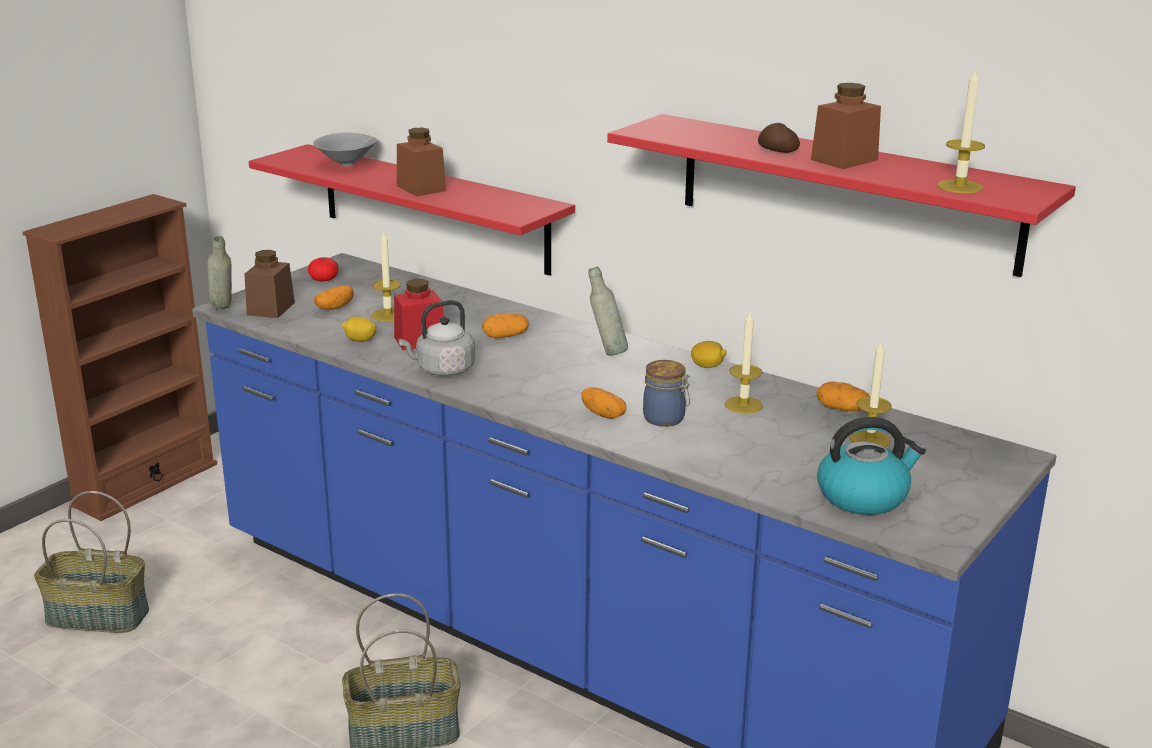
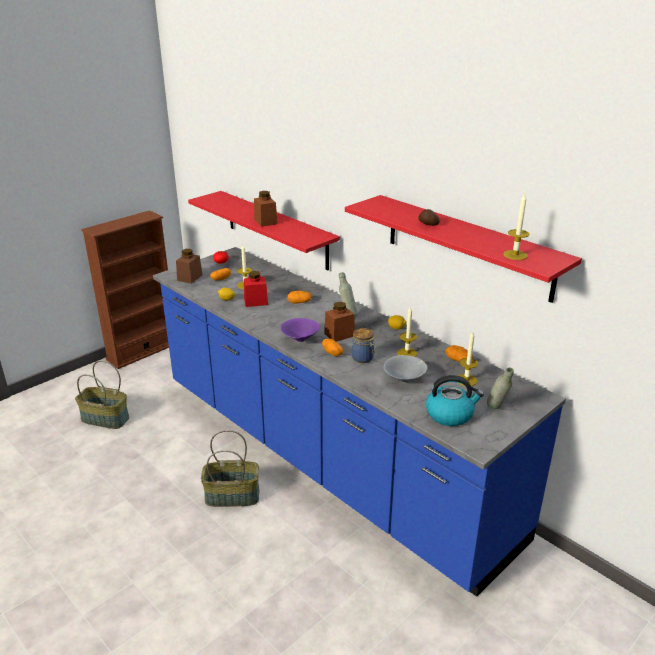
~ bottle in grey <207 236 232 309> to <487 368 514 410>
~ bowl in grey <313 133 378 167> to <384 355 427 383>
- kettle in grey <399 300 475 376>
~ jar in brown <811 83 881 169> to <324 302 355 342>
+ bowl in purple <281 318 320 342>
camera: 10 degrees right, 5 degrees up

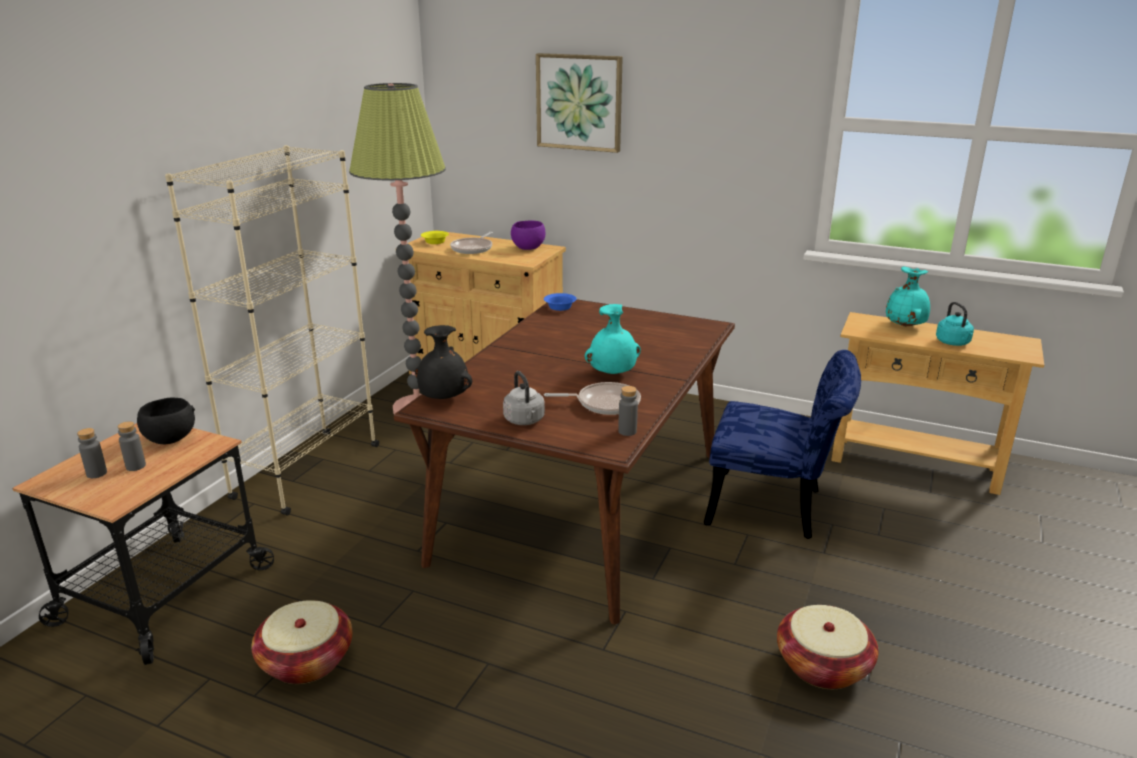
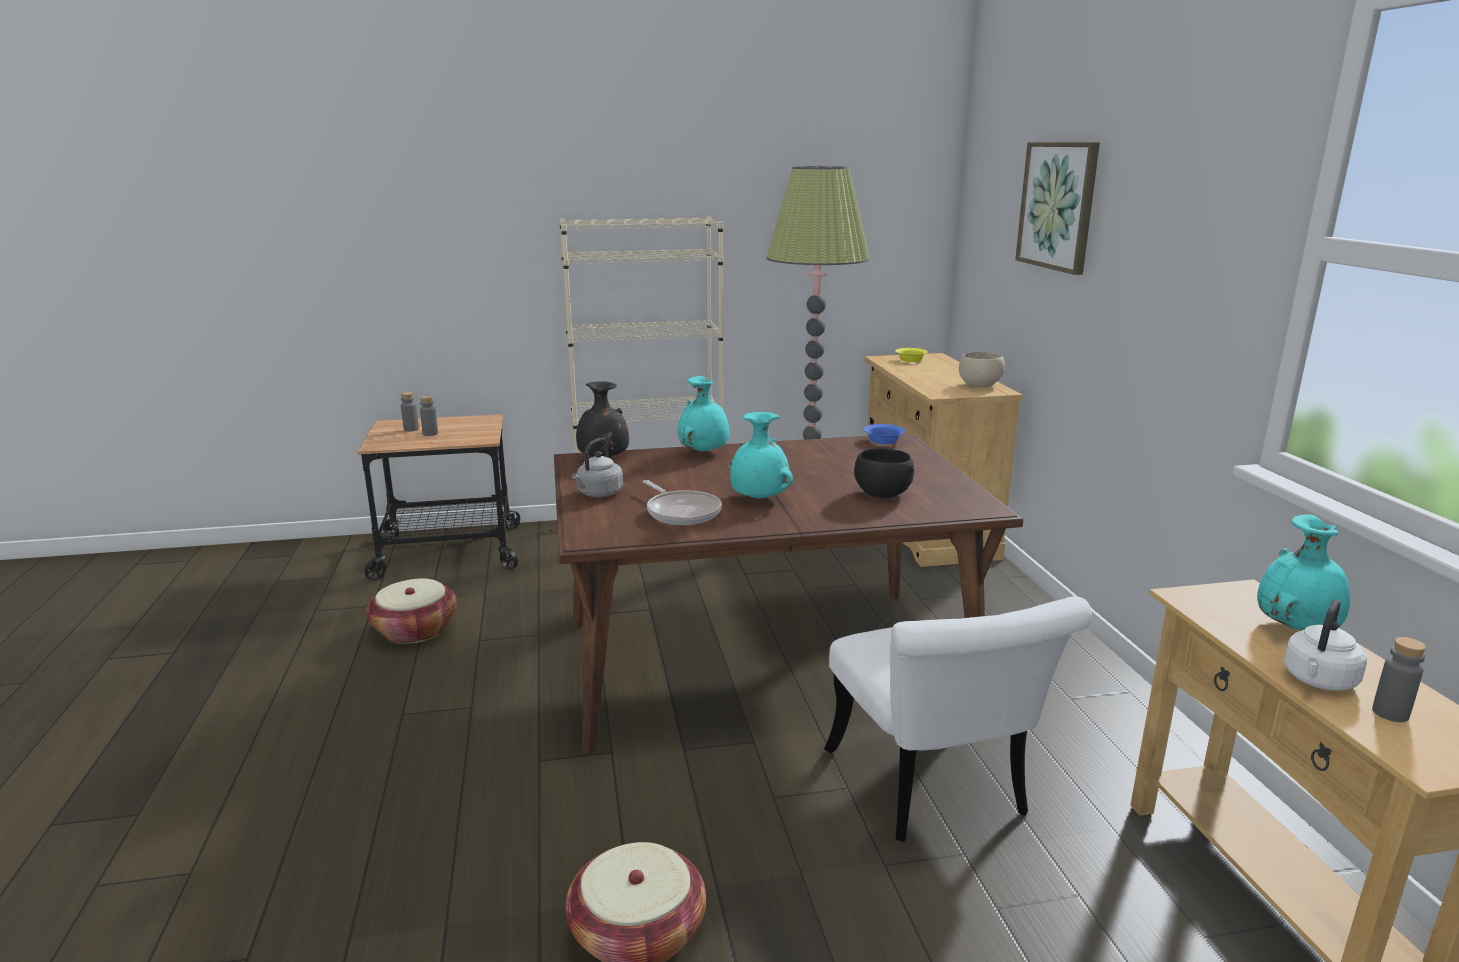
~ bowl in black <137 398 195 444> to <854 449 914 498>
- frying pan <450 232 493 254>
~ bowl in purple <511 220 545 250> to bowl in beige <959 351 1005 387>
~ bottle in grey <618 386 638 436> to <1372 637 1426 722>
~ chair in blue <704 350 861 539> to chair in white <824 596 1092 842>
~ kettle in turquoise <936 302 974 346> to kettle in white <1284 600 1367 691>
+ vase in turquoise <678 376 729 452>
camera: 55 degrees right, 5 degrees down

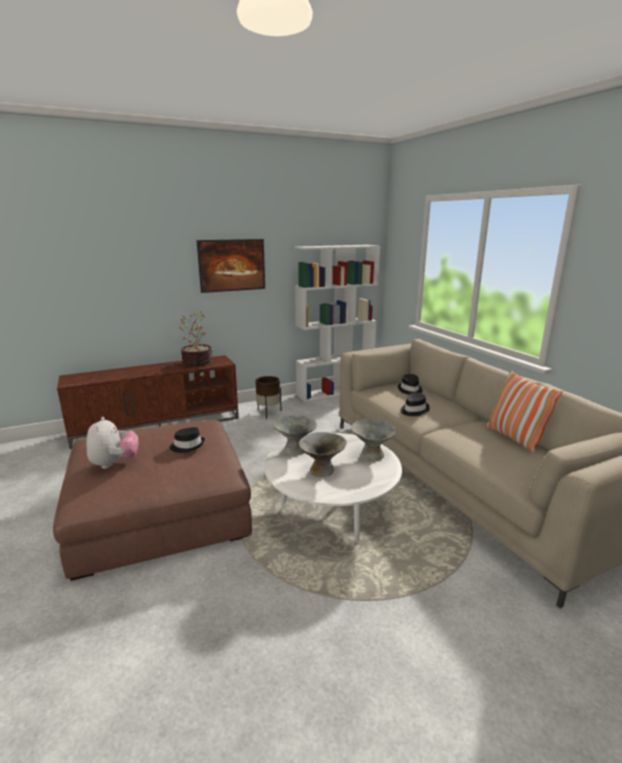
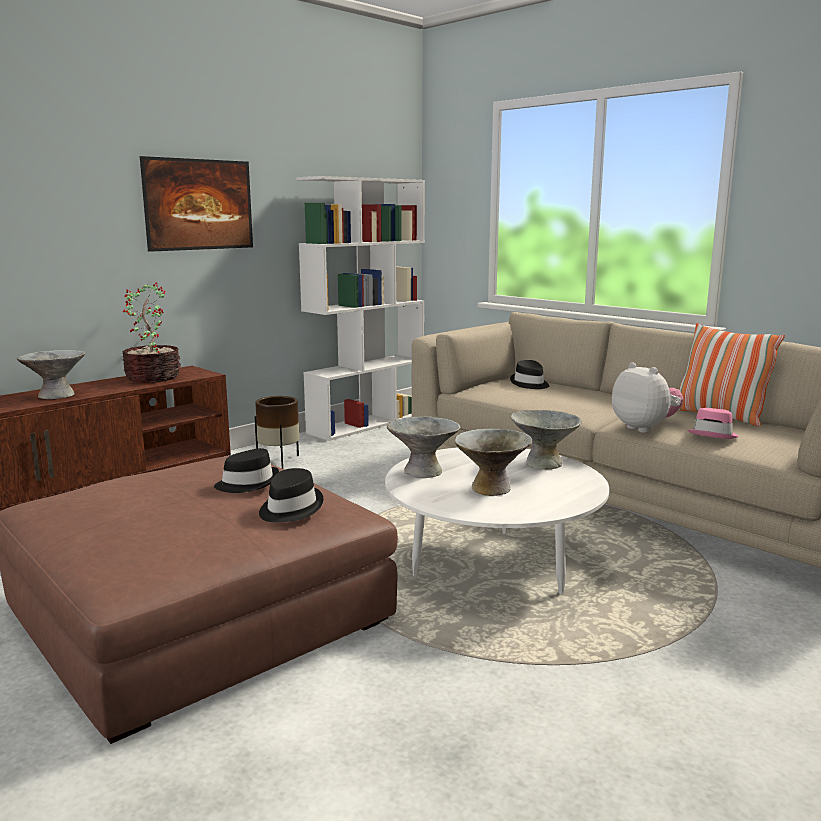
~ plush toy <86 417 138 469> to <612 362 683 433>
~ hat in black <400 393 430 416> to <259 468 323 523>
+ bowl in grey <17 350 85 399>
+ hat in pink <687 408 739 439>
camera: 20 degrees left, 5 degrees down

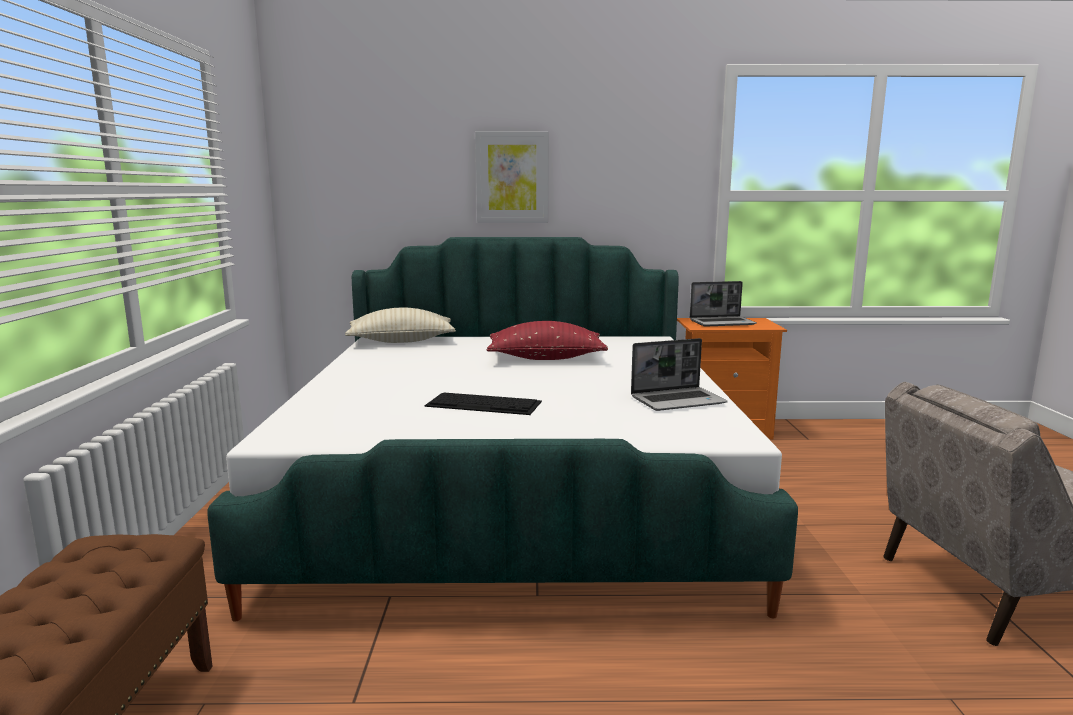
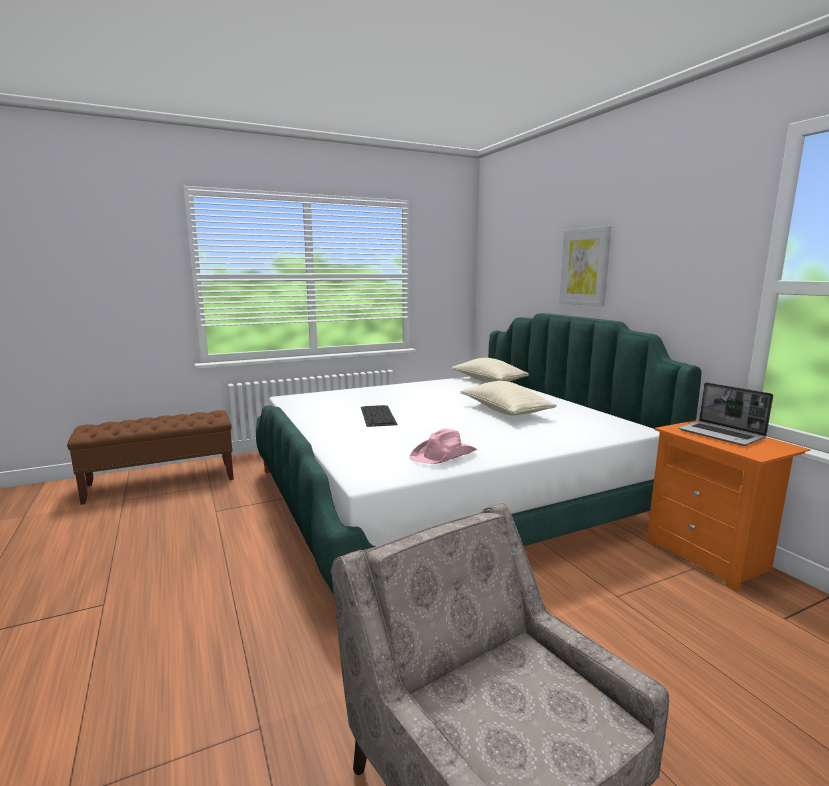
~ pillow in red <487 321 608 360> to pillow in beige <460 381 557 415>
~ laptop <631 338 728 411> to hat in pink <409 429 477 464>
camera: 65 degrees right, 0 degrees up

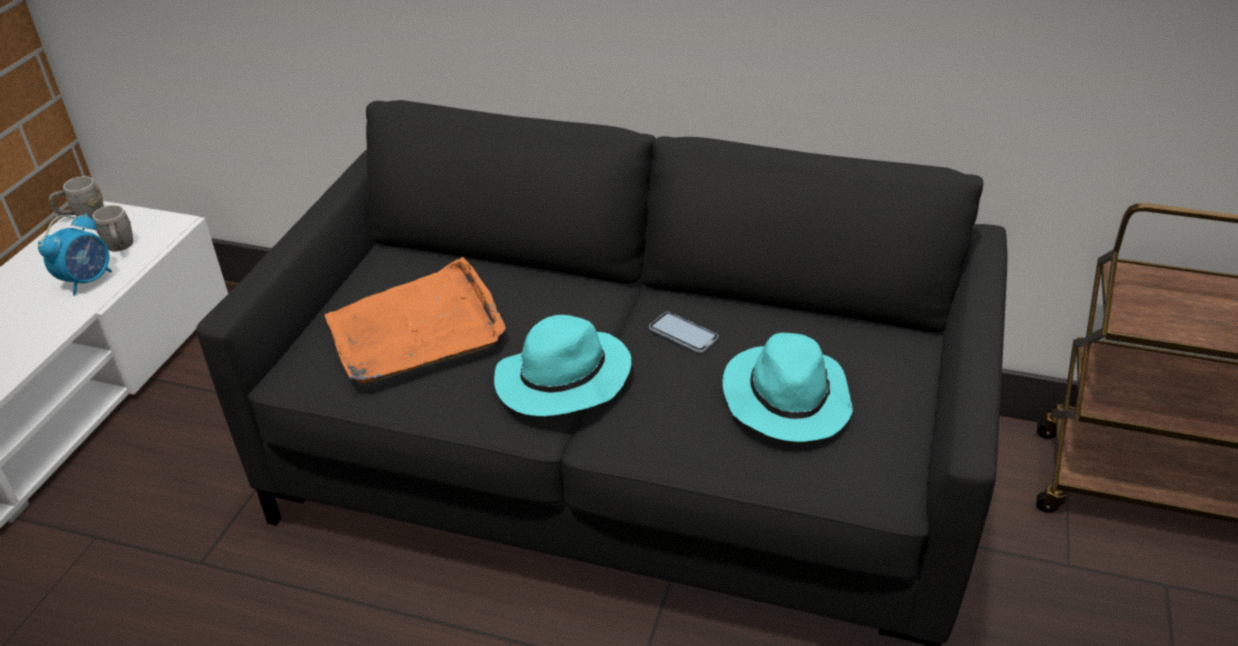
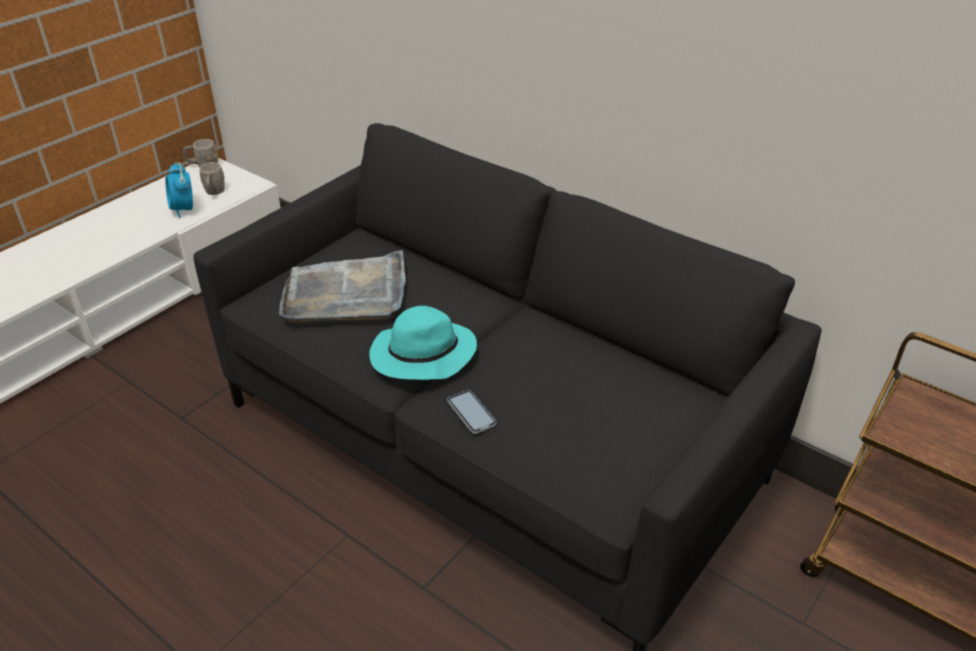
~ alarm clock <38 214 112 296> = <165 162 193 218> 105 degrees clockwise
~ tray in orange <325 257 506 385> to tray in grey <279 250 406 323>
~ phone <649 312 718 353> to <447 390 497 434>
- hat in turquoise <723 333 853 442>
camera: 20 degrees right, 0 degrees up

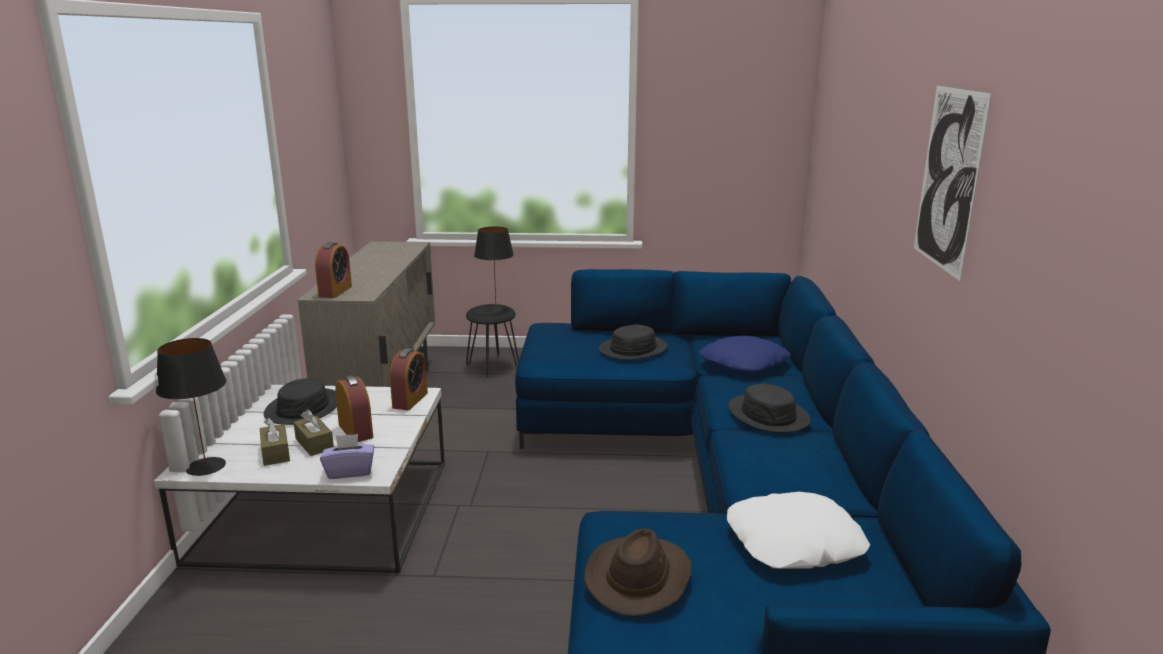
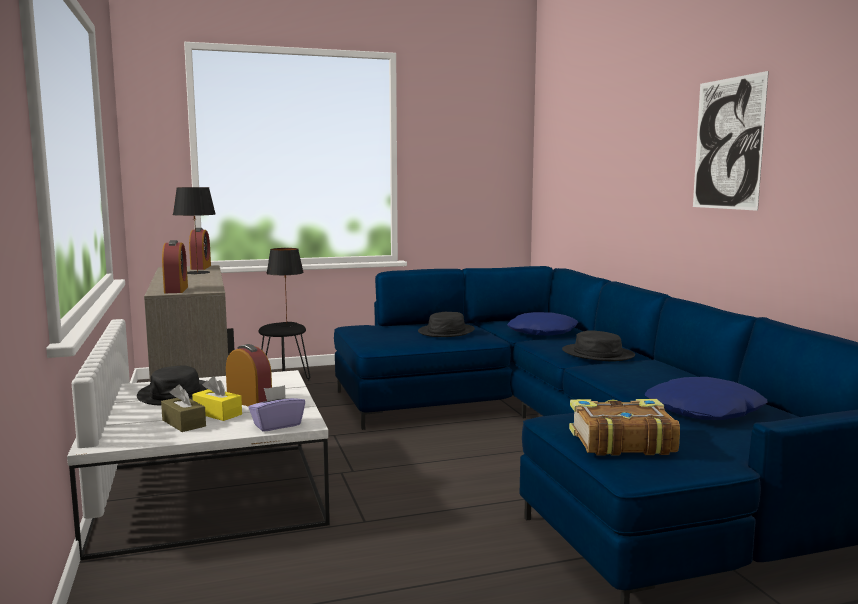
~ table lamp in black <156 338 226 476> to <173 187 215 274>
~ tissue box in brown <293 410 334 456> to tissue box in yellow <192 376 242 421>
~ alarm clock <390 348 428 410> to <189 228 211 270>
~ hat in brown <584 529 692 617> to book <569 399 680 456>
~ pillow in white <727 492 870 568> to pillow in blue <645 377 768 420>
camera: 20 degrees left, 10 degrees down

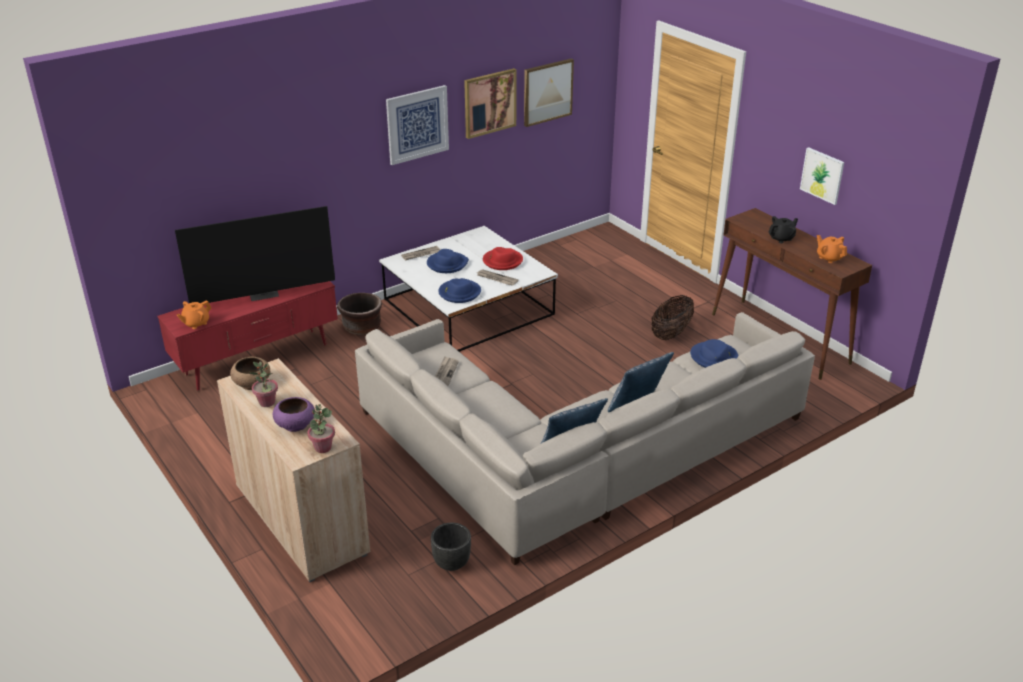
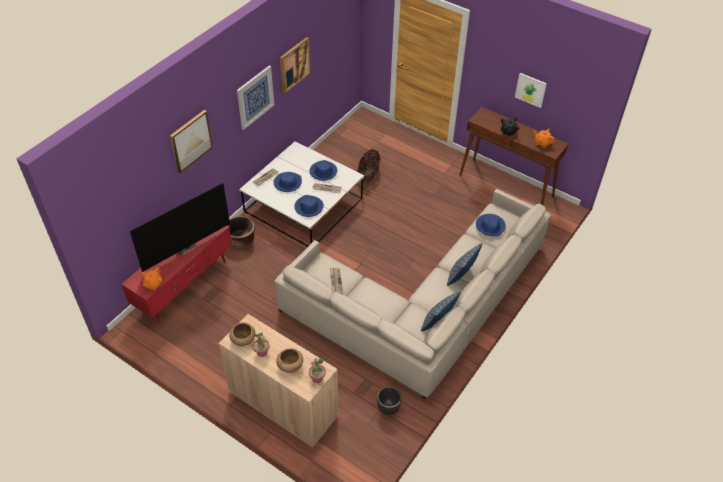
~ bowl in purple <273 397 315 432> to bowl in brown <276 348 303 373>
~ hat in red <483 247 523 270> to hat in blue <310 160 337 181>
~ picture <524 59 574 127> to <170 110 213 173>
~ basket <651 295 694 340> to <357 149 381 183>
camera: 20 degrees left, 15 degrees up

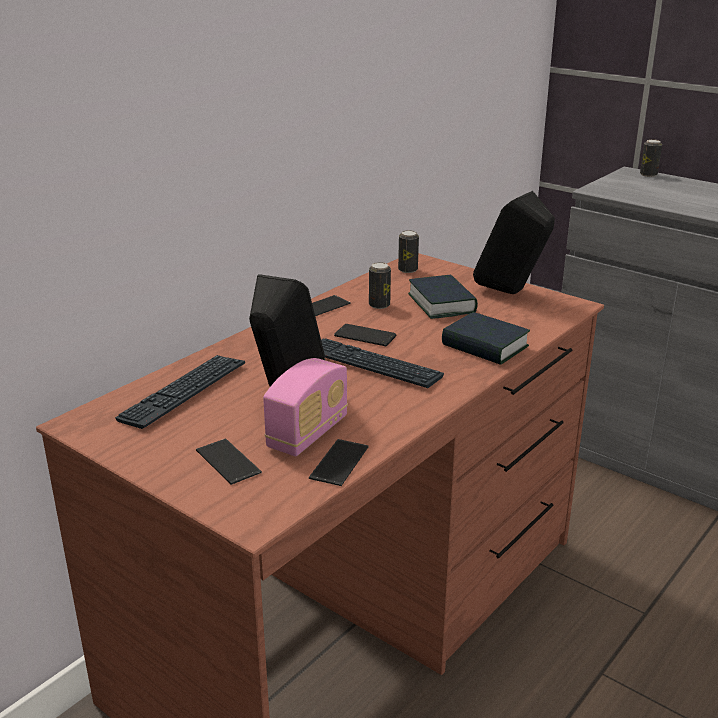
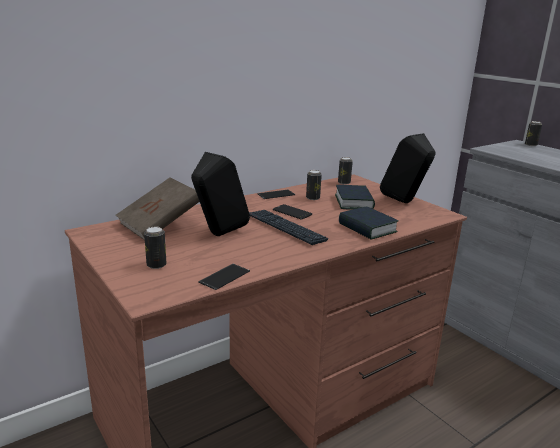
~ keyboard <115 355 245 429> to book in brown <116 177 199 240>
~ phone <196 438 262 485> to can <144 227 166 269>
- radio <263 358 348 456>
camera: 15 degrees right, 5 degrees down

